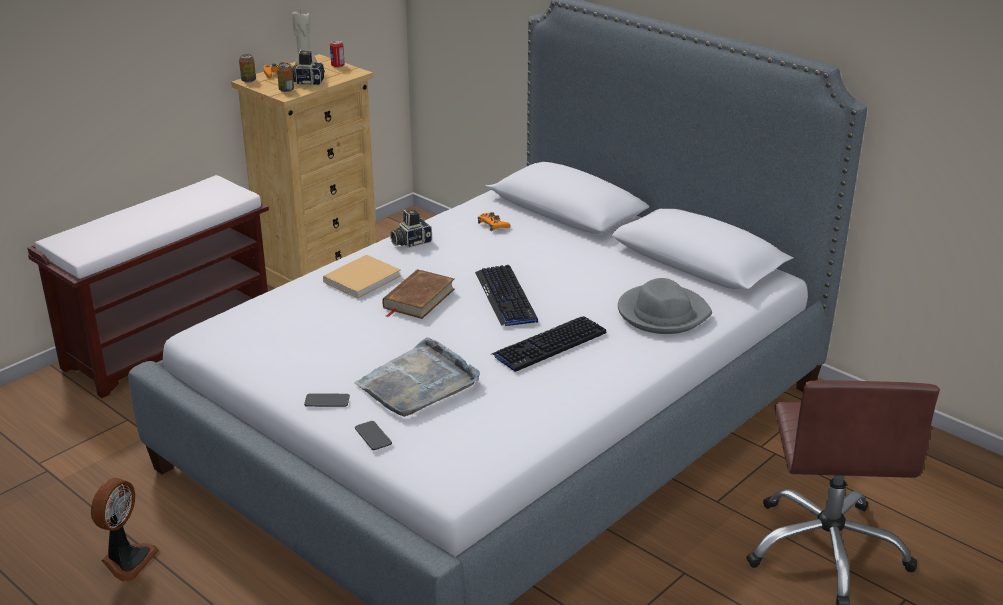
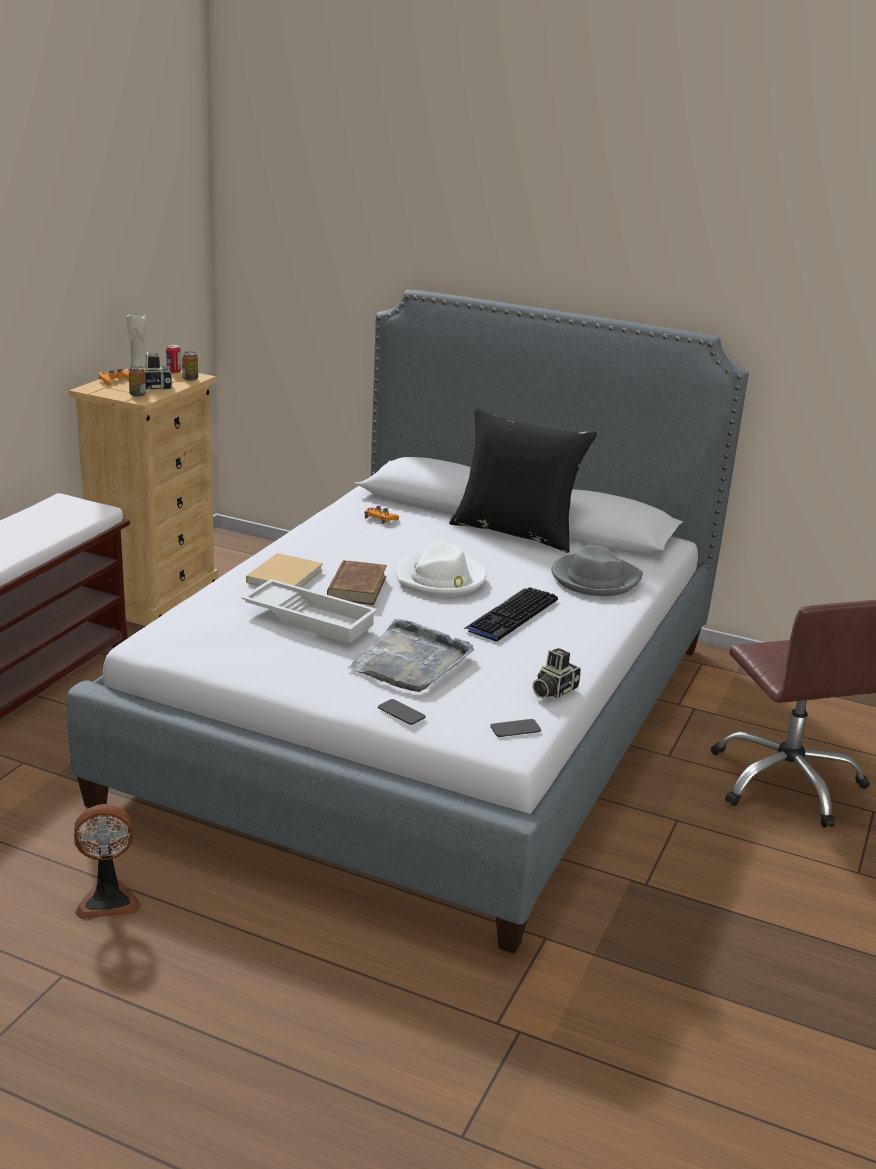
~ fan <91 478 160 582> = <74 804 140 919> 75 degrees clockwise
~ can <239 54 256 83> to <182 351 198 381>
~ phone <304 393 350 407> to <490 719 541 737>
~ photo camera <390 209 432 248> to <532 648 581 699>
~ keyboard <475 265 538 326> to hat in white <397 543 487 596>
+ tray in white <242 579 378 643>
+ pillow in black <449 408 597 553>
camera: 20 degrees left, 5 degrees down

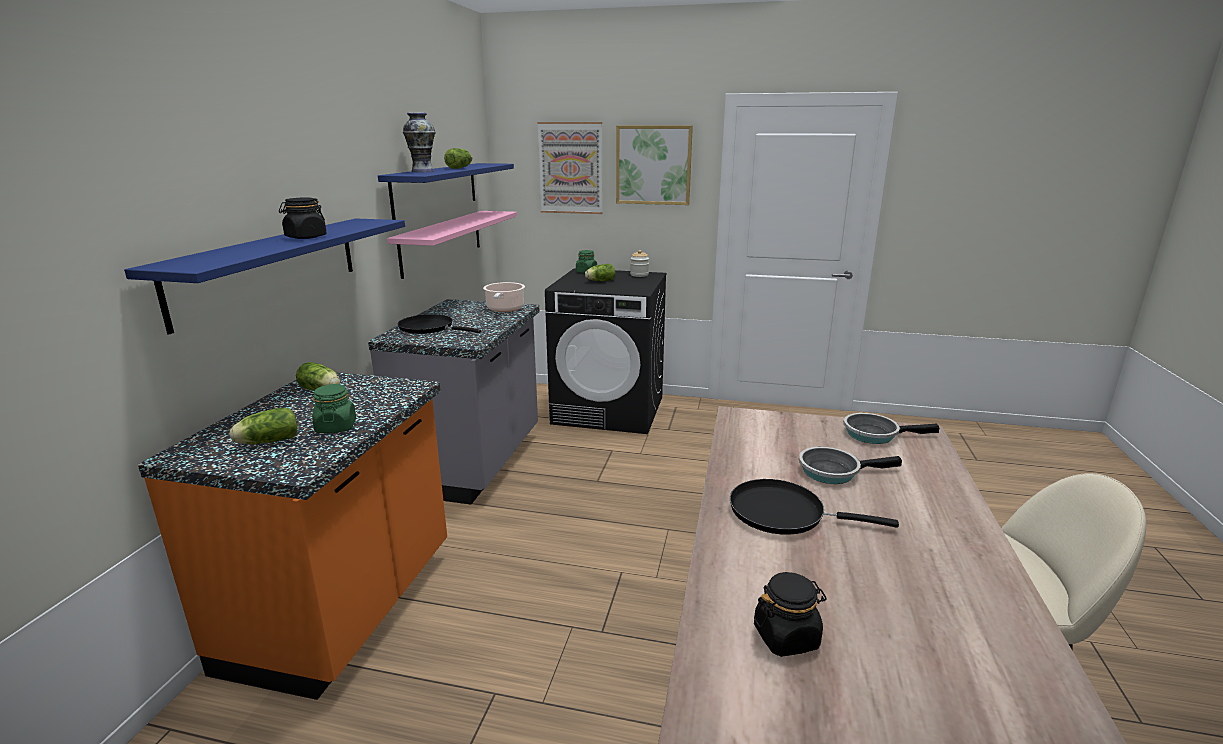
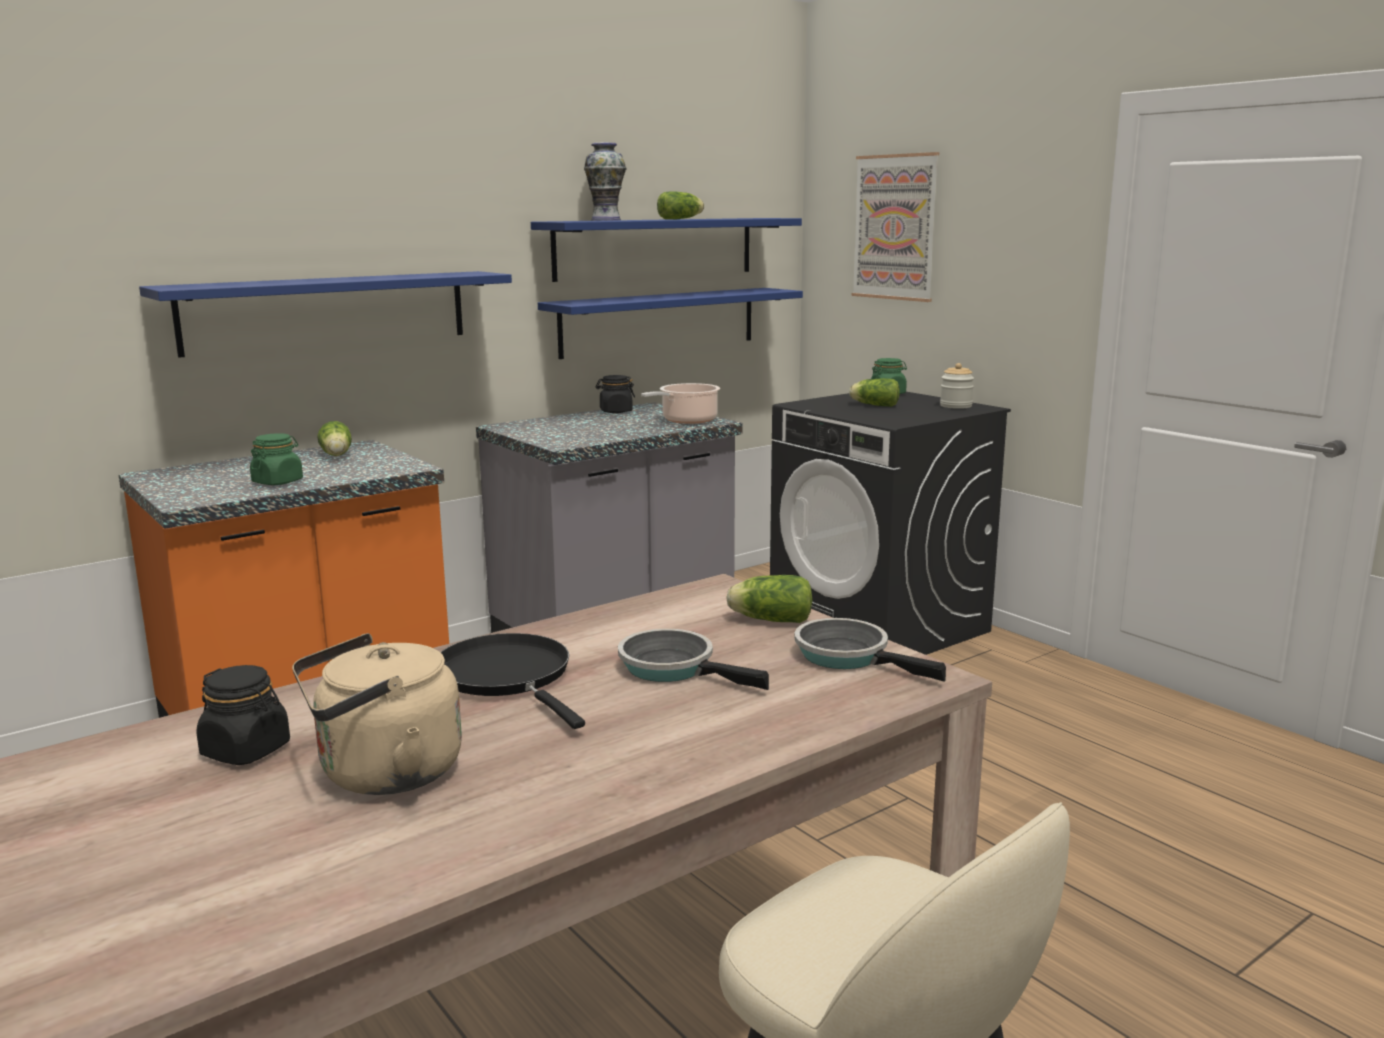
~ lettuce <229 407 298 444> to <726 575 812 623>
~ jar in black <279 198 327 239> to <595 375 635 413>
~ shelf in pink <387 211 517 279> to shelf in blue <538 288 803 359>
- frying pan in black <398 314 481 334>
- picture <616 126 693 205>
+ kettle in beige <292 633 462 795>
camera: 40 degrees right, 5 degrees down

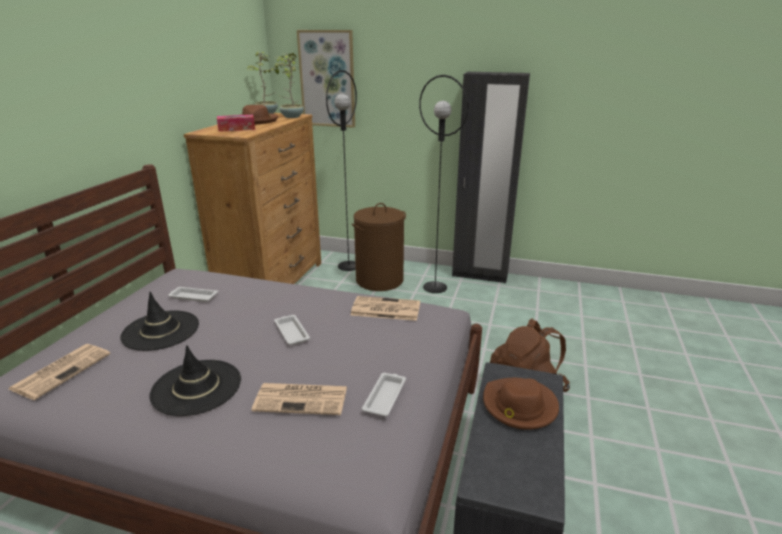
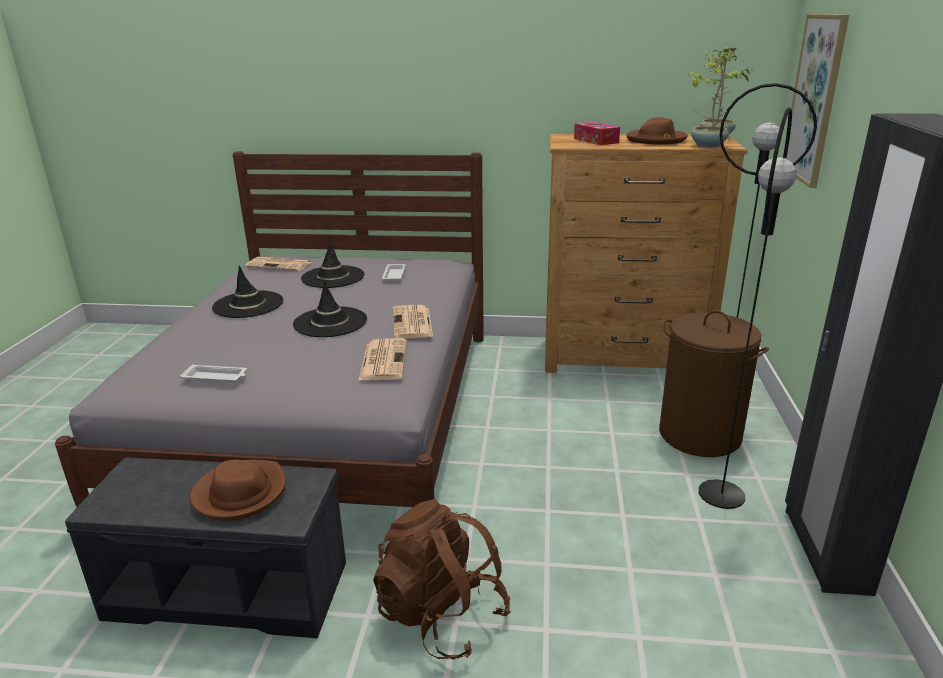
~ newspaper <251 383 347 415> to <393 305 433 339>
~ tray in white <274 315 310 345> to hat in black <293 280 367 337>
camera: 80 degrees right, 0 degrees up

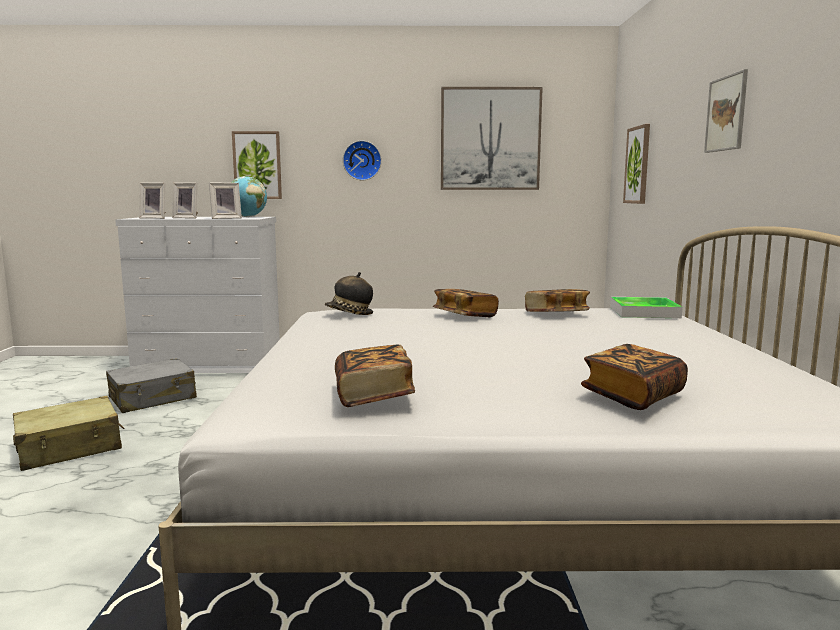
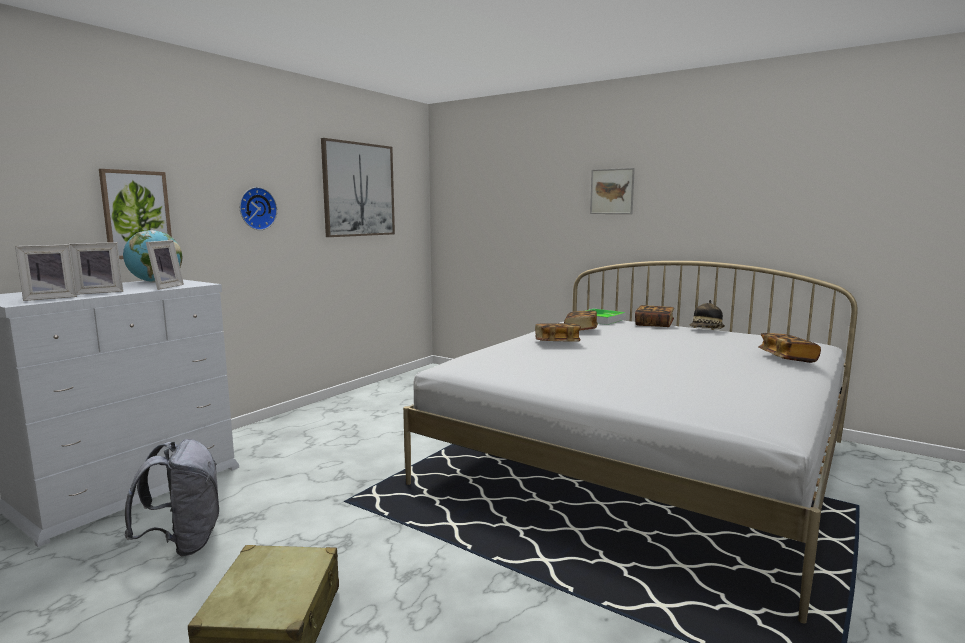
~ suitcase in grey <106 358 197 413> to backpack in grey <124 439 219 557>
~ hat <325 272 373 315> to <690 300 725 329>
~ book <335 344 415 407> to <635 305 674 327>
- picture <623 124 650 204>
camera: 55 degrees left, 0 degrees up

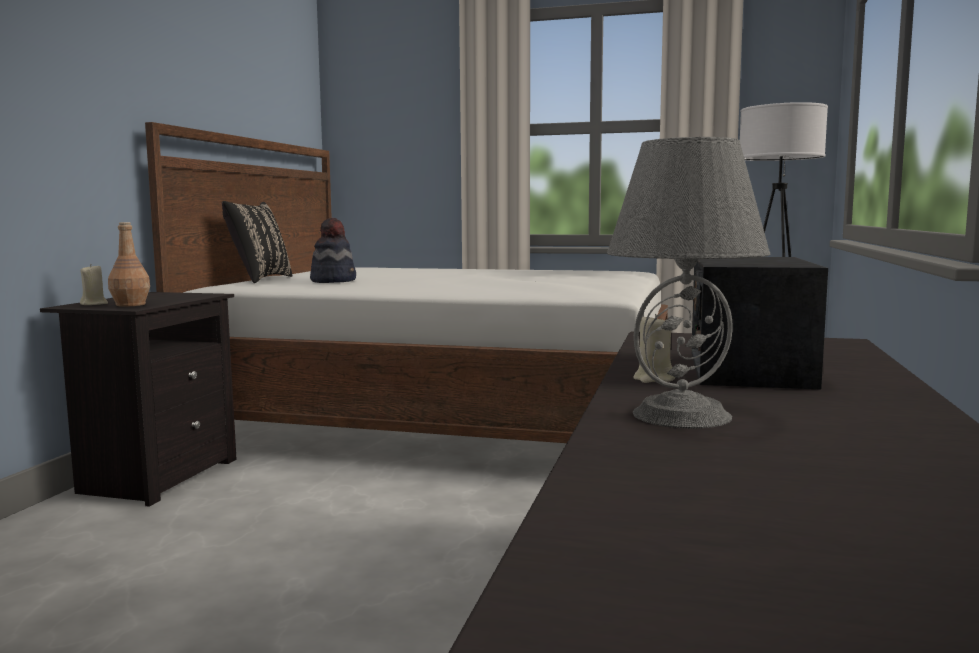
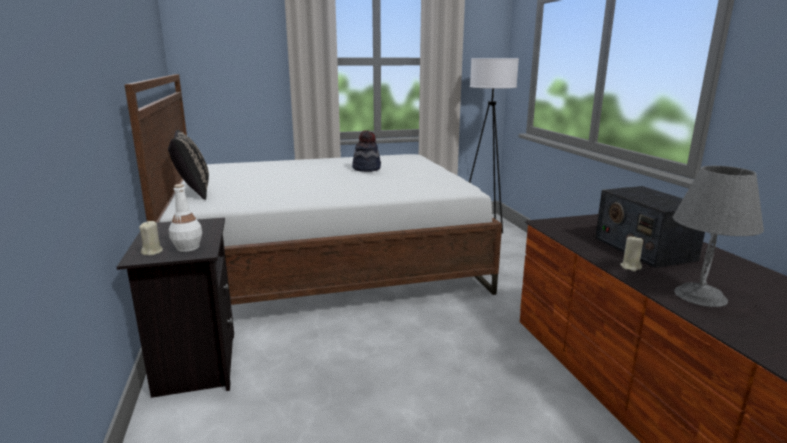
~ bottle in brown <108 222 150 307> to bottle in white <169 184 202 252>
~ hat <310 218 356 283> to <352 130 381 172>
camera: 30 degrees left, 10 degrees up

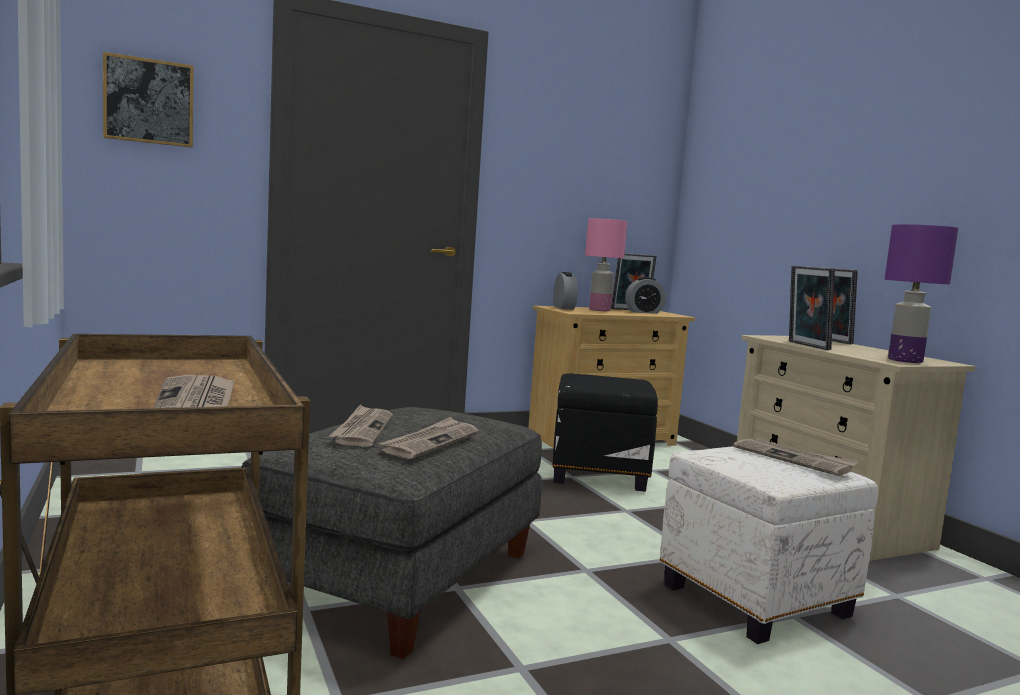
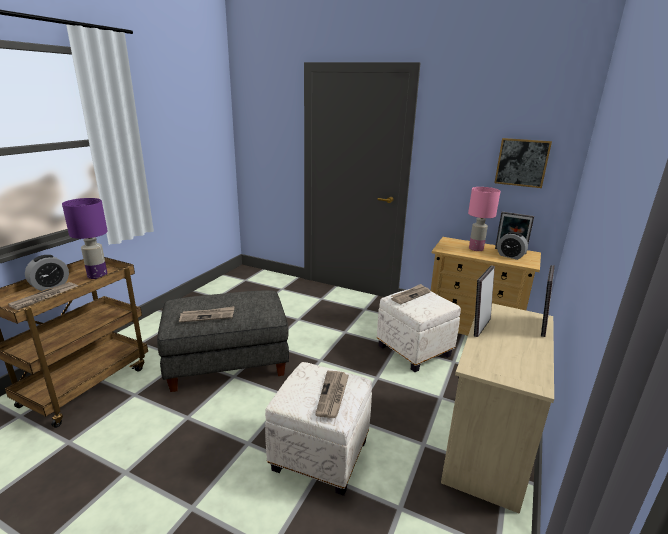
~ picture <103 52 194 148> to <494 138 552 188>
~ newspaper <329 405 393 447> to <391 284 431 304>
~ ottoman in black <552 374 658 492> to ottoman in white <377 289 461 372>
~ alarm clock <553 272 578 310> to <25 255 69 291>
~ table lamp in purple <885 224 958 363> to <62 198 108 279>
camera: 50 degrees right, 15 degrees up

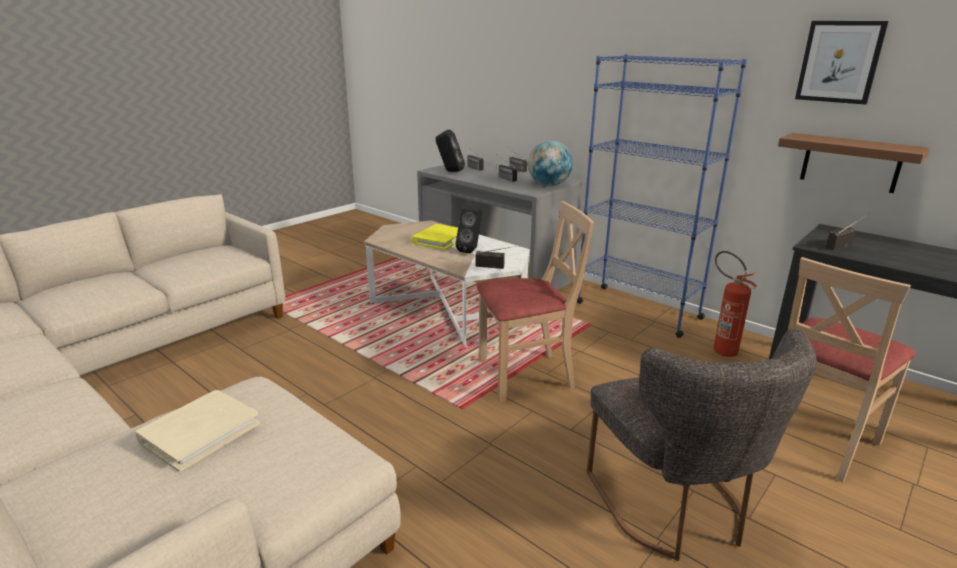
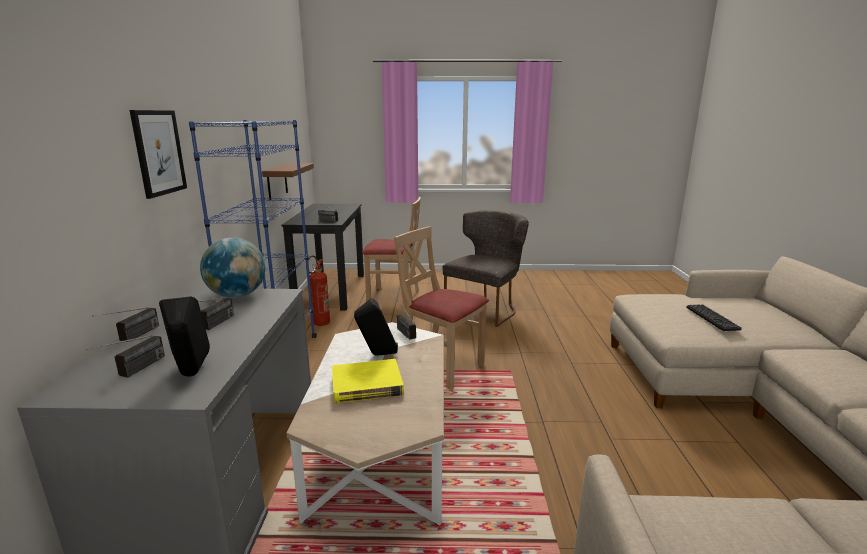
~ book in beige <136 390 260 472> to keyboard <686 304 742 331>
~ picture <795 21 889 105> to <130 110 187 199>
camera: 130 degrees left, 5 degrees down

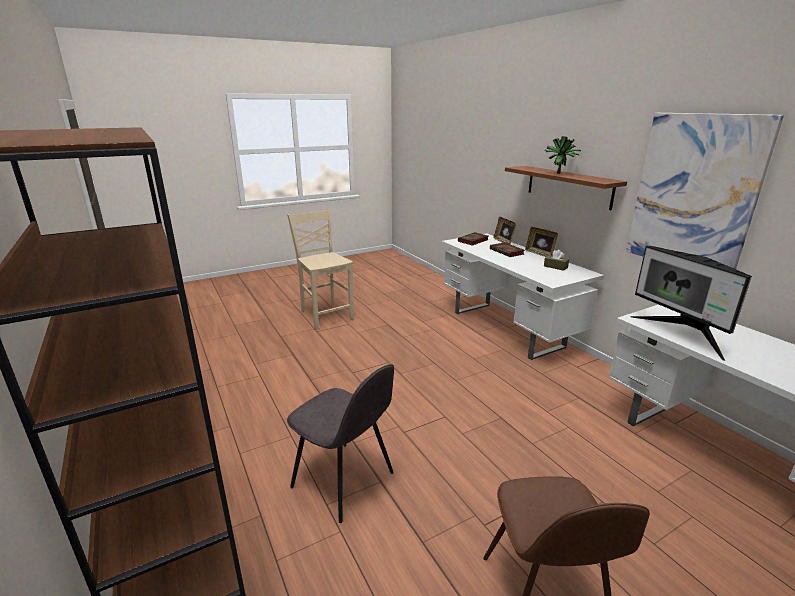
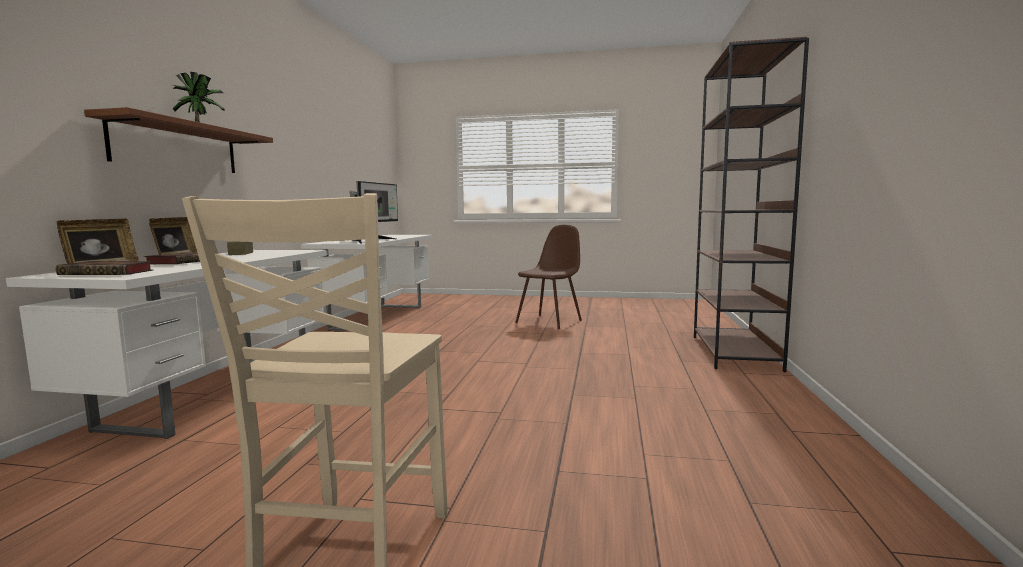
- chair in grey <287 364 394 523>
- picture <626 113 784 269>
camera: 140 degrees left, 15 degrees down

